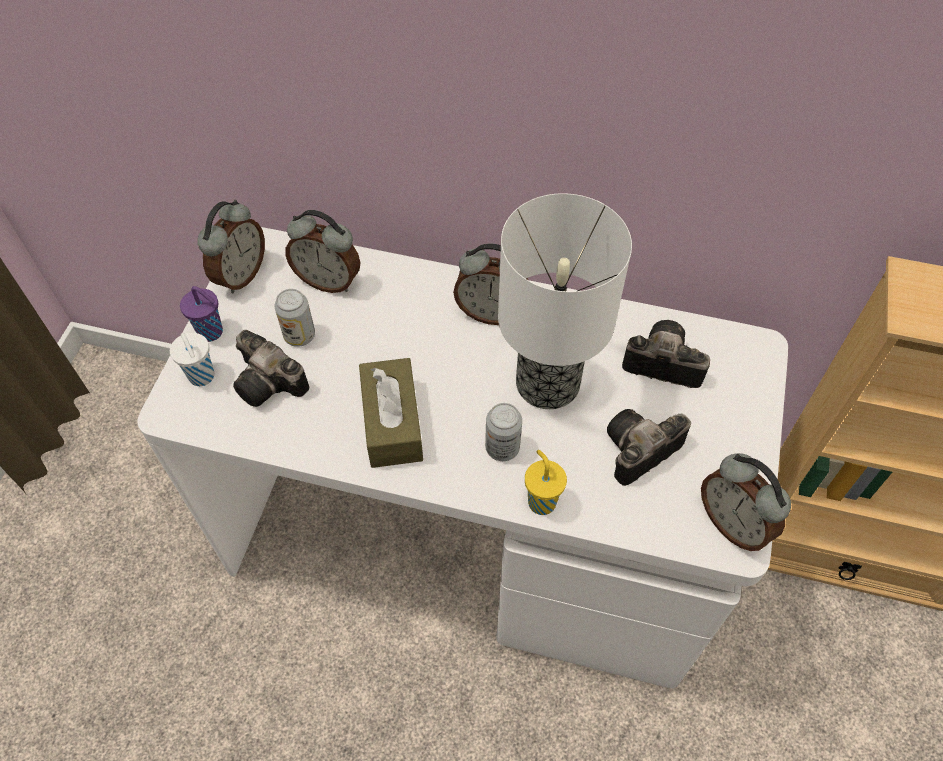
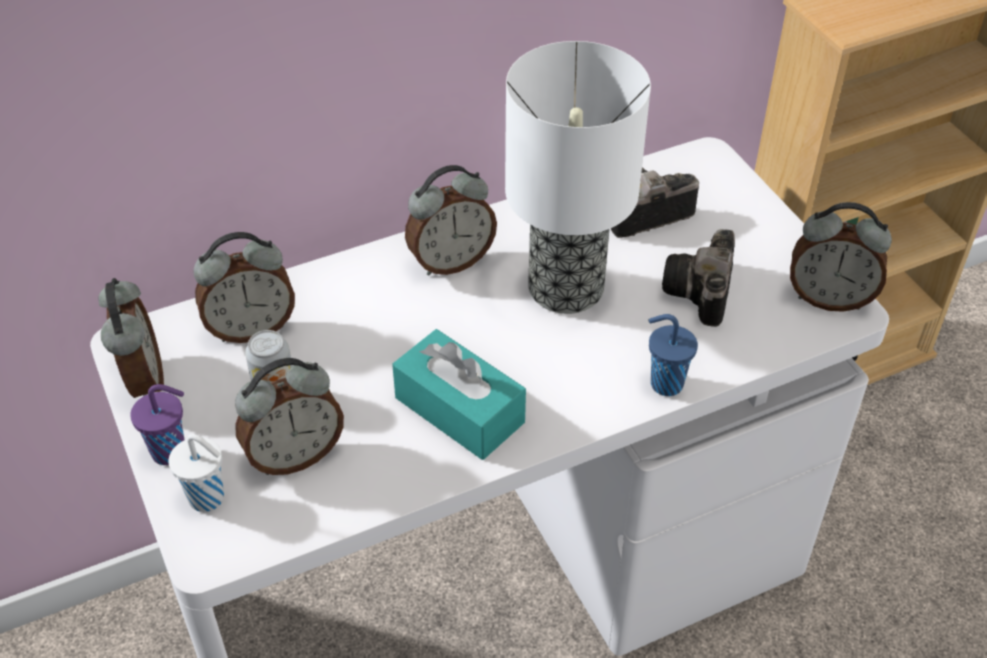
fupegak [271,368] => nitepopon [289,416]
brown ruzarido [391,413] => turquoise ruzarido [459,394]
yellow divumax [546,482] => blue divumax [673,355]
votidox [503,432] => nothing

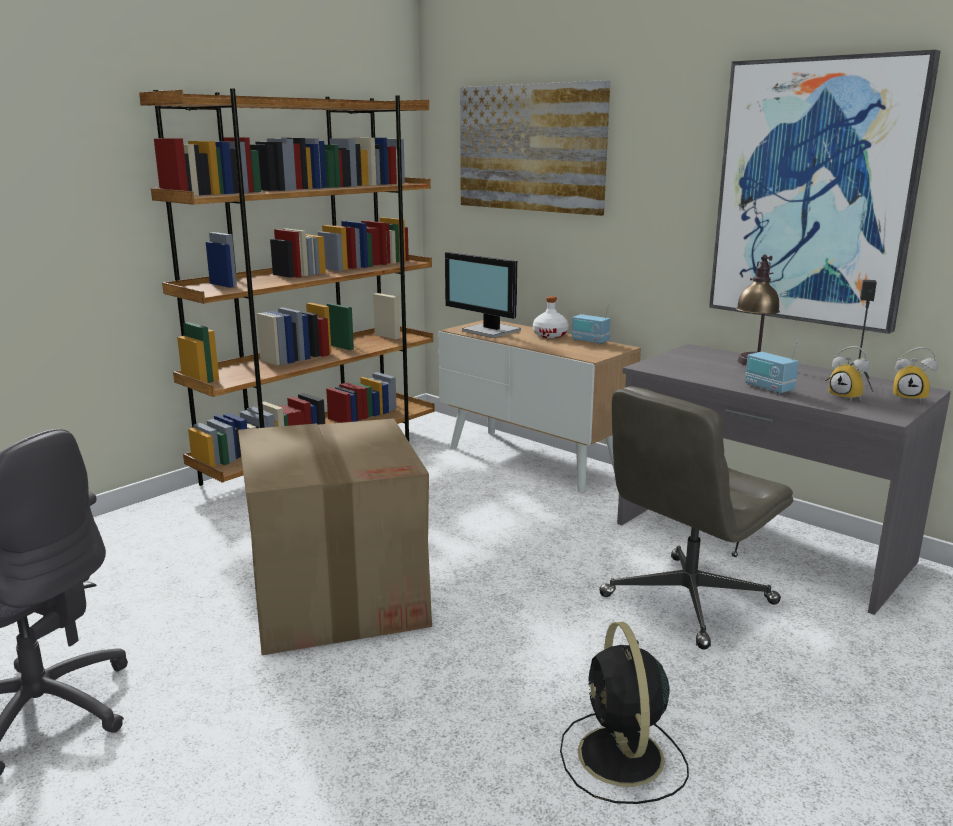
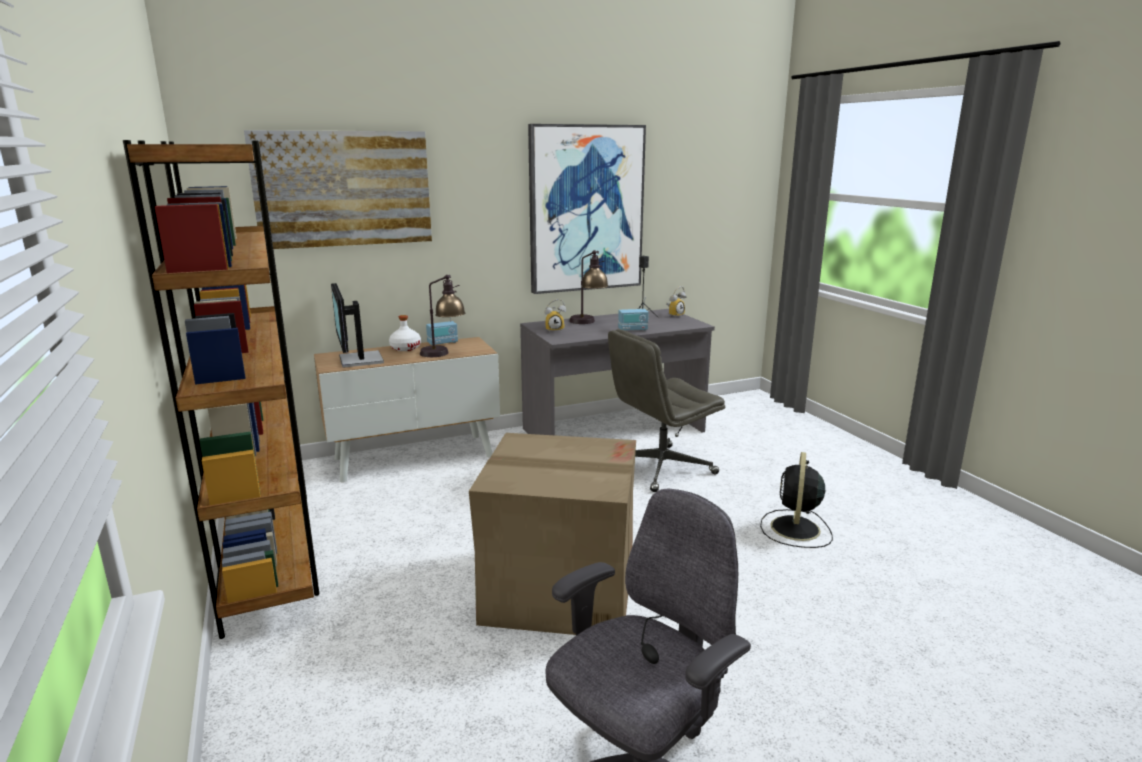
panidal [483,295] => panidal [357,325], 90 degrees clockwise
nothing => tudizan [442,316]
nitepopon [849,374] => nitepopon [555,315], relocated
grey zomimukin [696,518] => grey zomimukin [666,410], 75 degrees clockwise
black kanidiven [624,713] => black kanidiven [796,500], 90 degrees clockwise

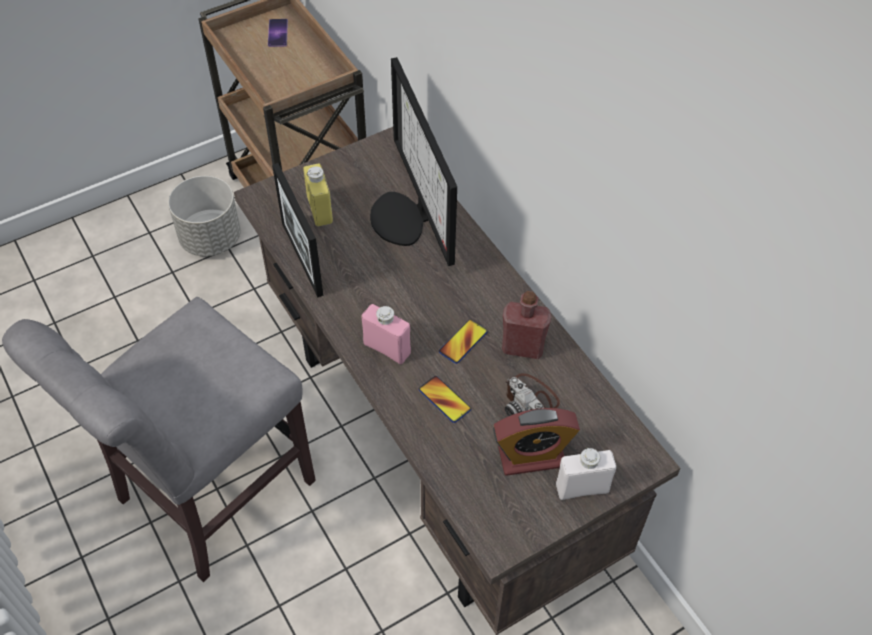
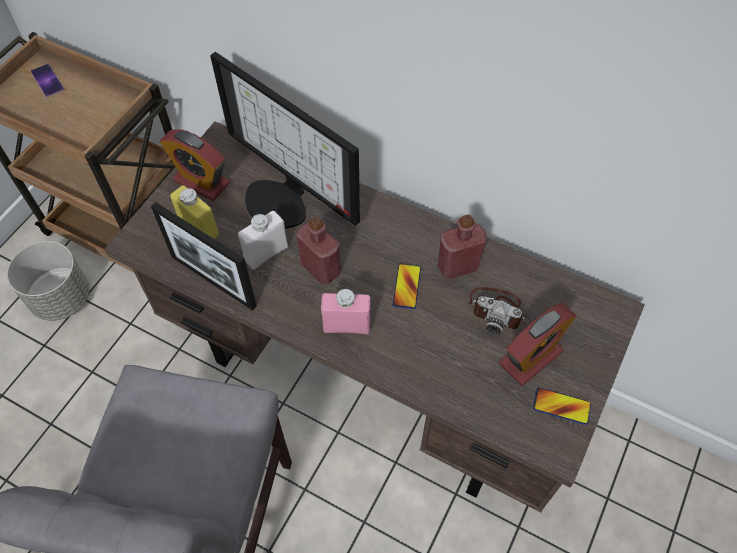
nothing => nitepopon [195,165]
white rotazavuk [586,473] => white rotazavuk [263,240], relocated
nothing => red rotazavuk [319,251]
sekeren [445,399] => sekeren [562,406], relocated

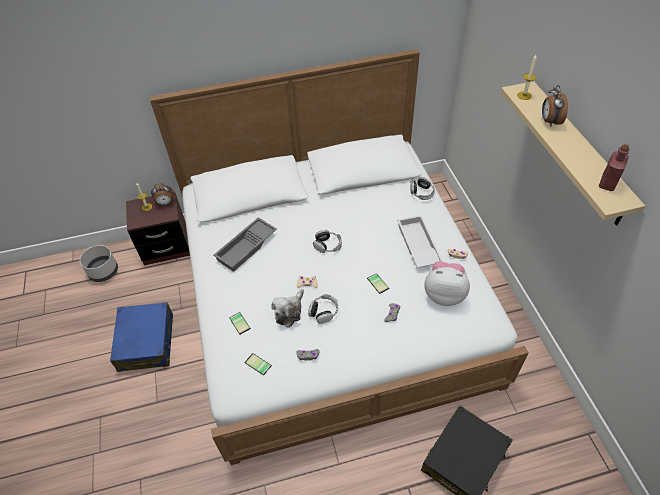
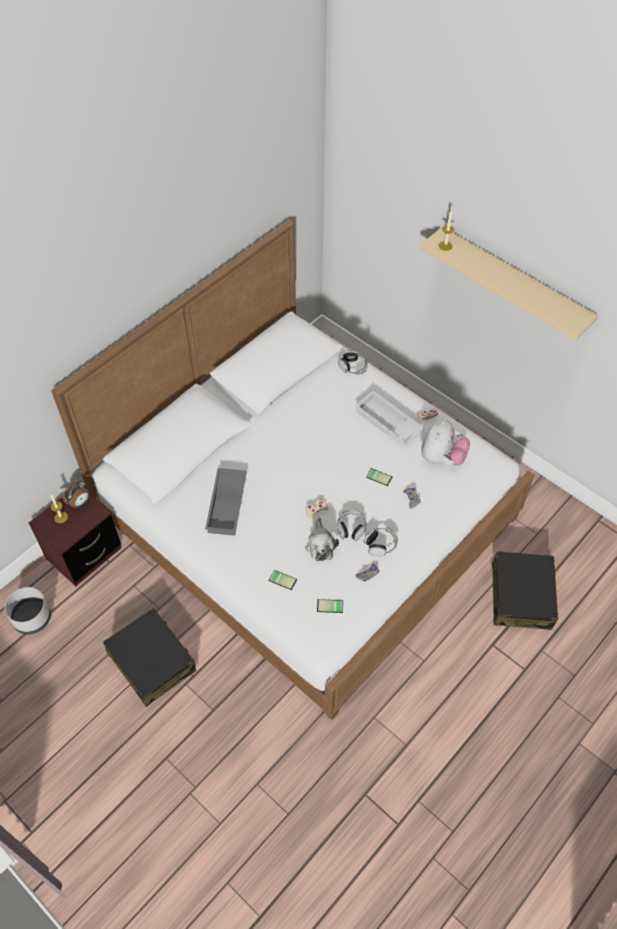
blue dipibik [141,337] => black dipibik [149,657]
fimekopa [327,241] => fimekopa [381,541], relocated
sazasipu [447,283] => sazasipu [445,442], 135 degrees clockwise
nitepopon [555,106] => nothing
red rotazavuk [614,167] => nothing

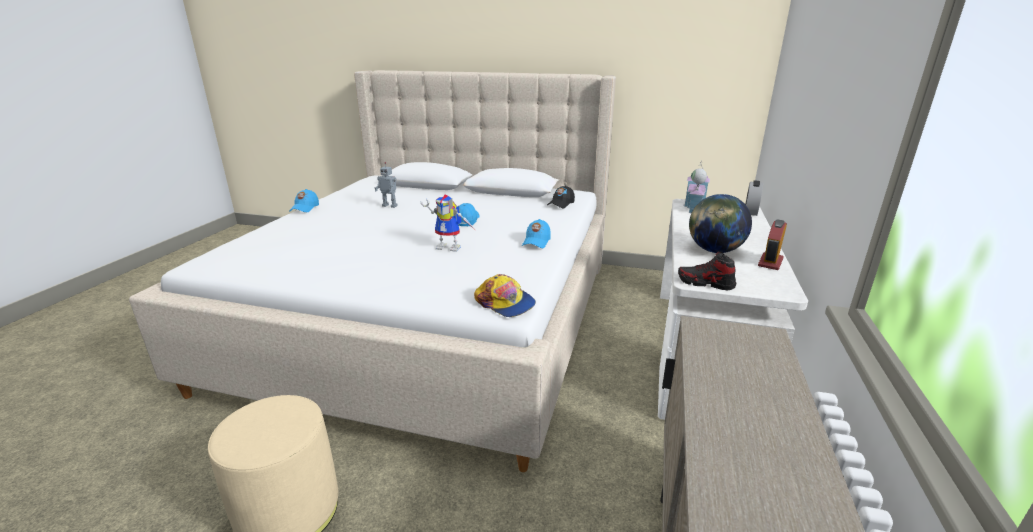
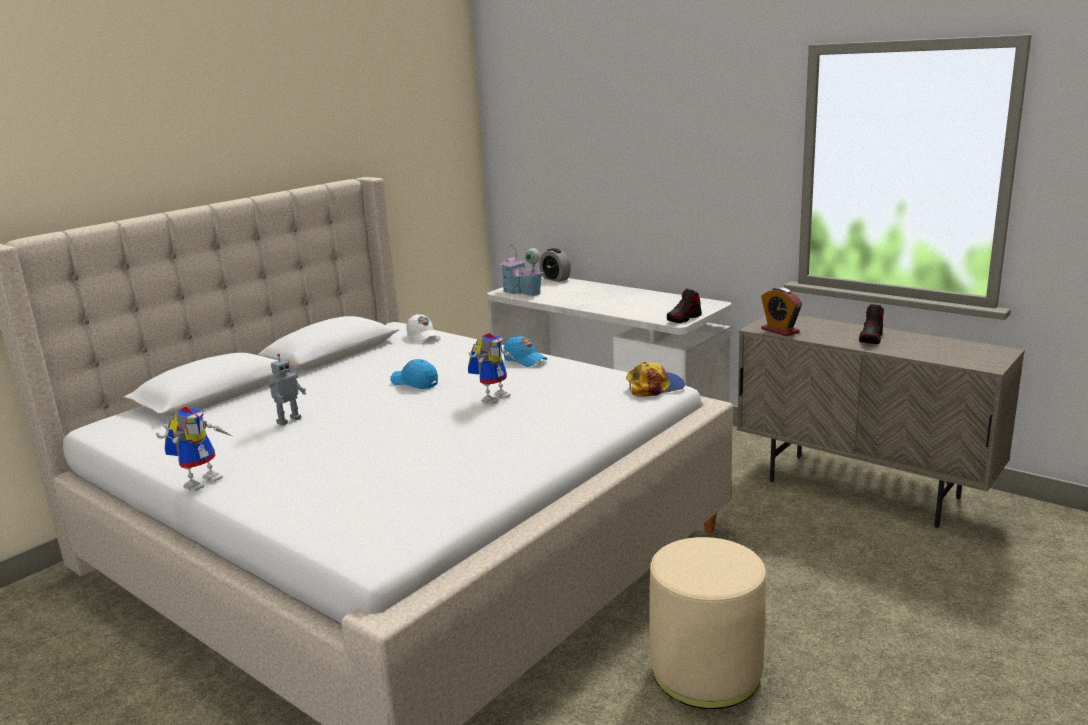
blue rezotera [304,200] => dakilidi [194,449]
black rezotera [561,197] => white rezotera [423,328]
nitepopon [772,244] => nitepopon [781,312], relocated
nothing => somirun [871,324]
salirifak [720,223] => nothing

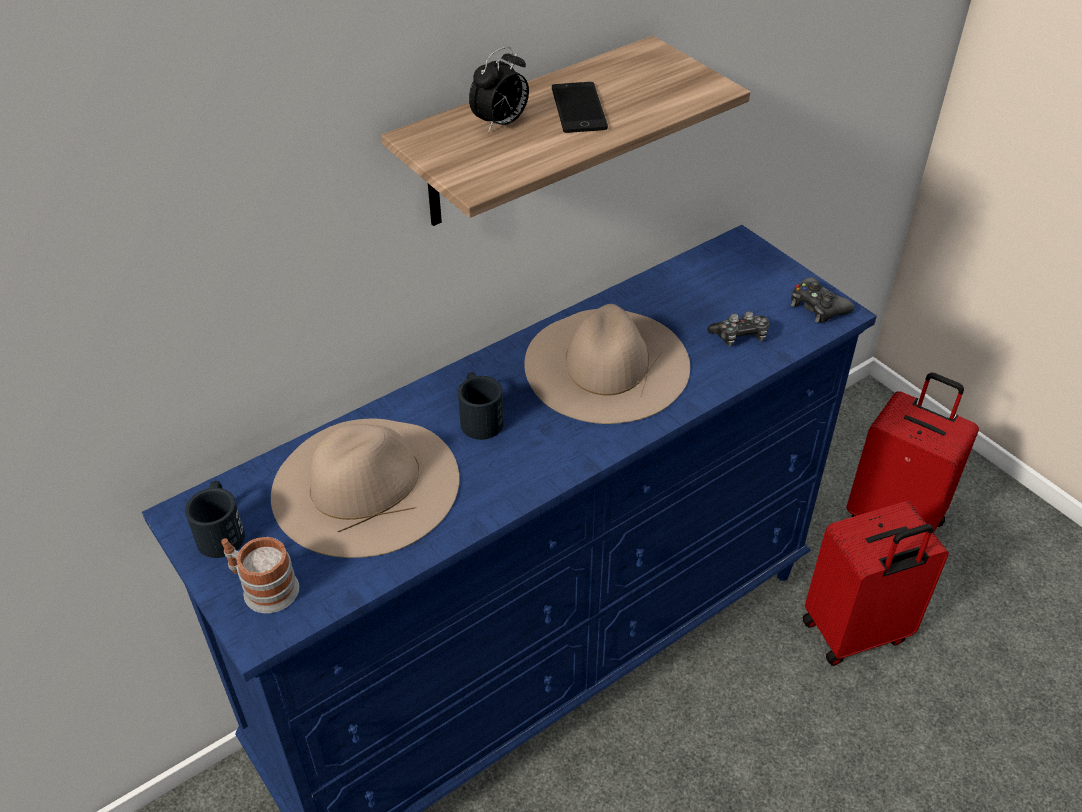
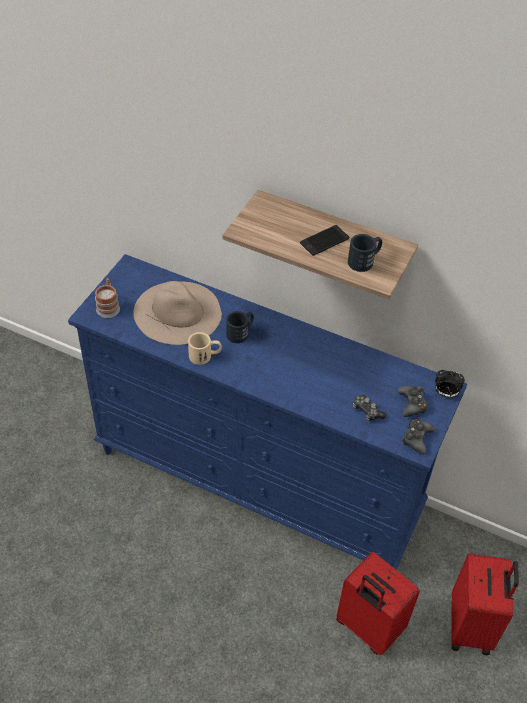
nothing => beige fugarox [205,348]
black fugarox [215,519] => black fugarox [365,253], relocated
nothing => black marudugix [412,401]
nitepopon [499,89] => nitepopon [450,384], relocated
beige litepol [607,364] => nothing

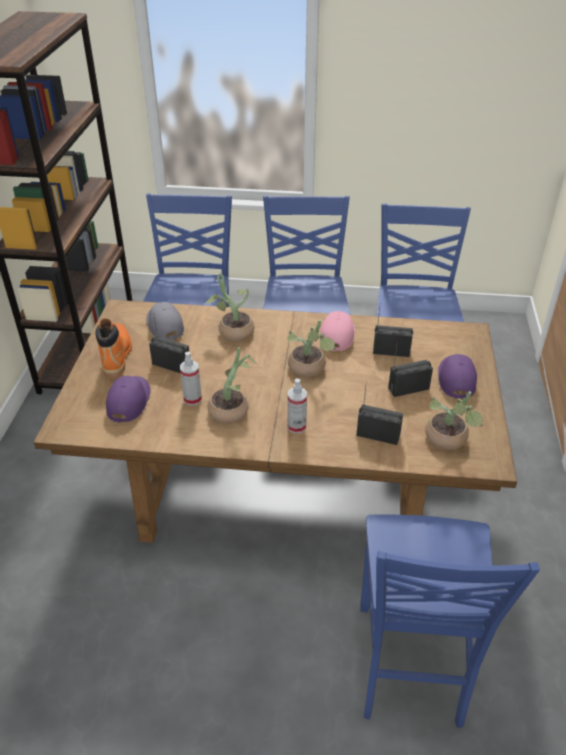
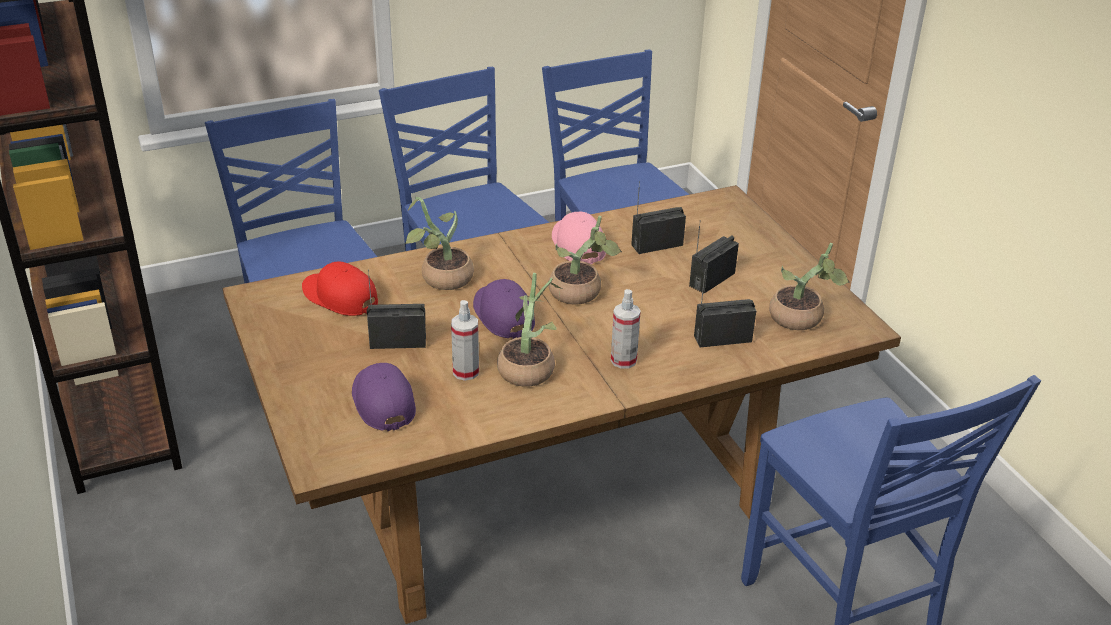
grey rezotera [165,321] => red rezotera [340,289]
purple rezotera [457,376] => purple rezotera [504,309], relocated
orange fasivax [114,348] => nothing

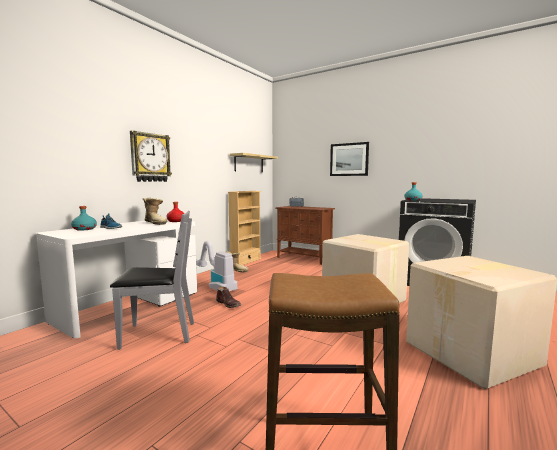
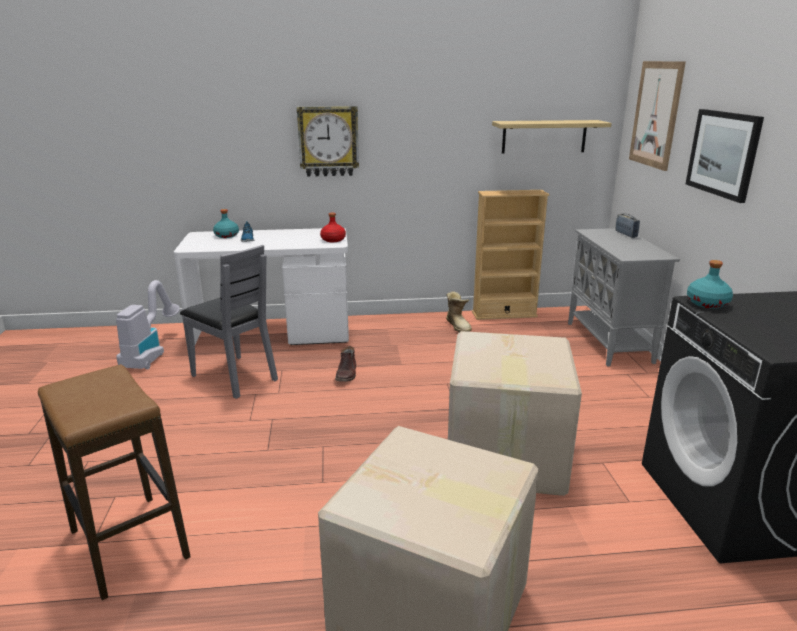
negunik [216,266] => negunik [148,324], relocated
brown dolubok [305,235] => grey dolubok [624,297]
nothing => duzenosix [657,116]
fasivax [155,211] => nothing

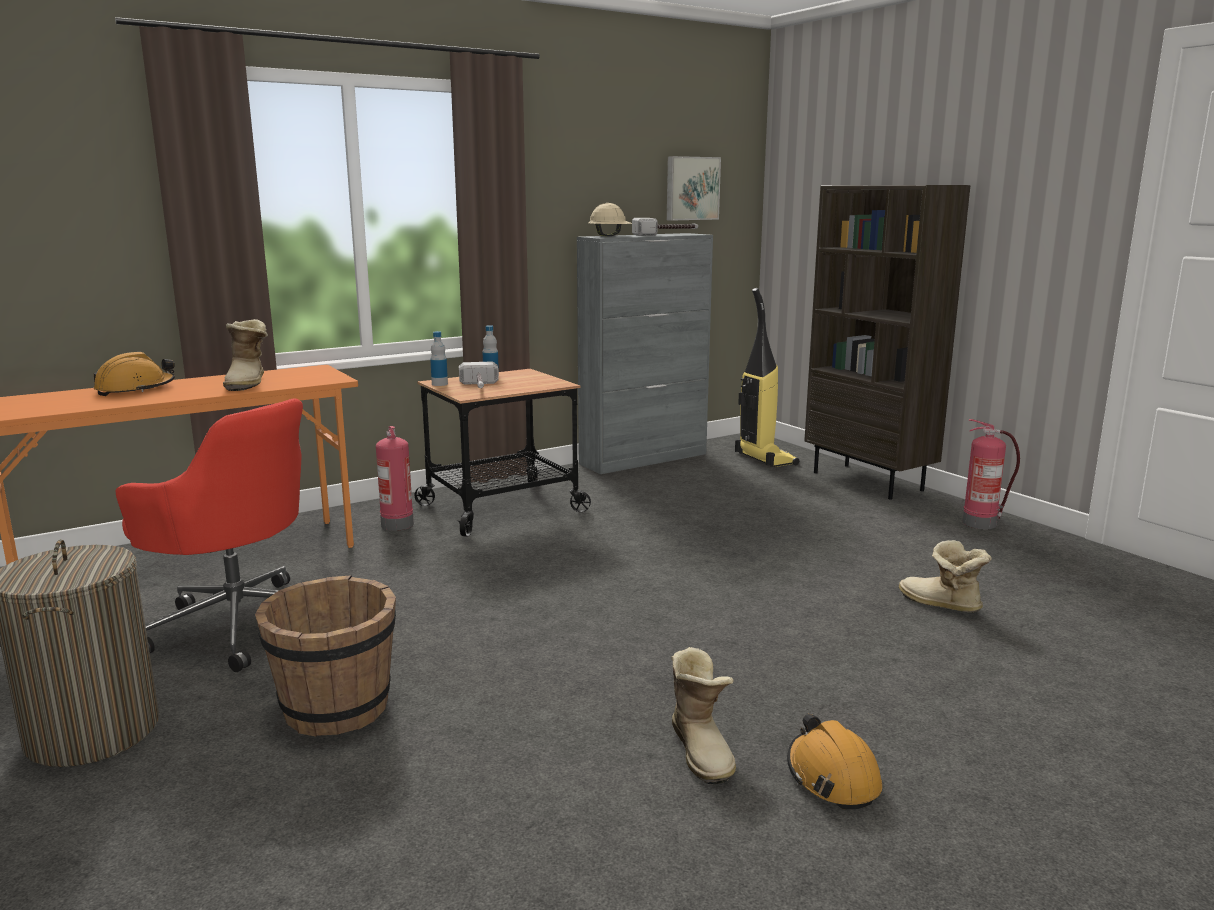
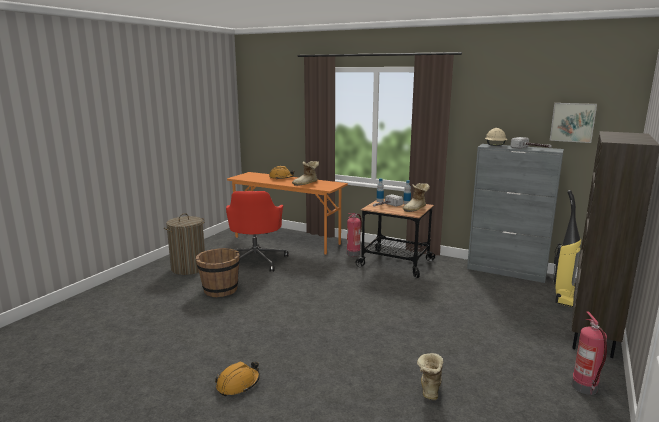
fasivax [703,715] => fasivax [416,197], relocated

